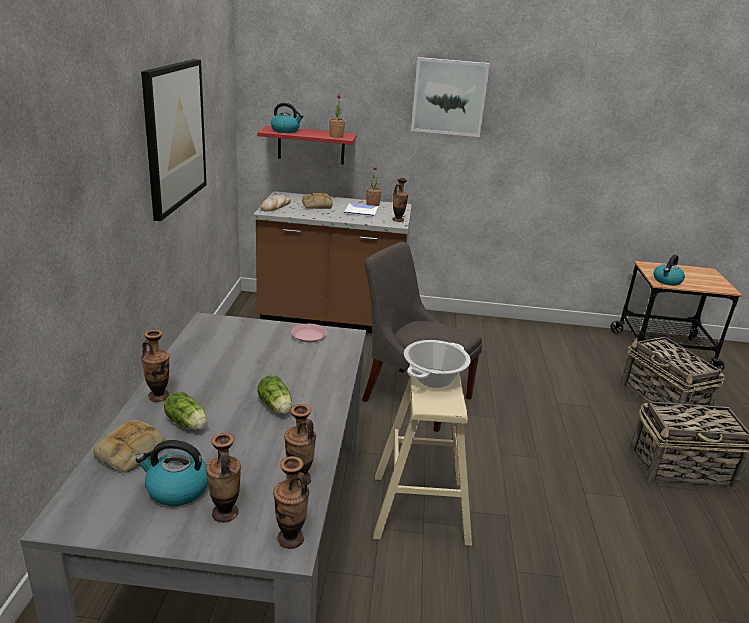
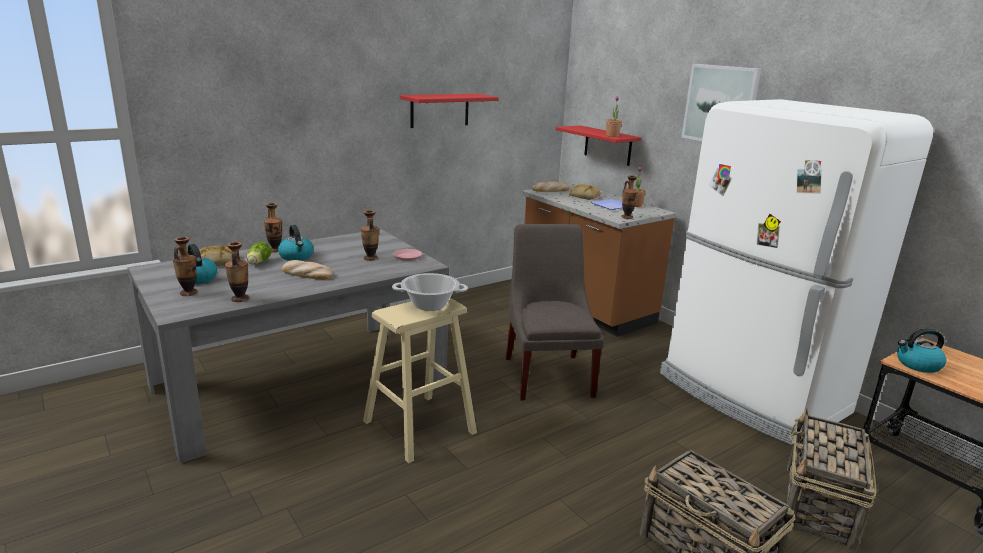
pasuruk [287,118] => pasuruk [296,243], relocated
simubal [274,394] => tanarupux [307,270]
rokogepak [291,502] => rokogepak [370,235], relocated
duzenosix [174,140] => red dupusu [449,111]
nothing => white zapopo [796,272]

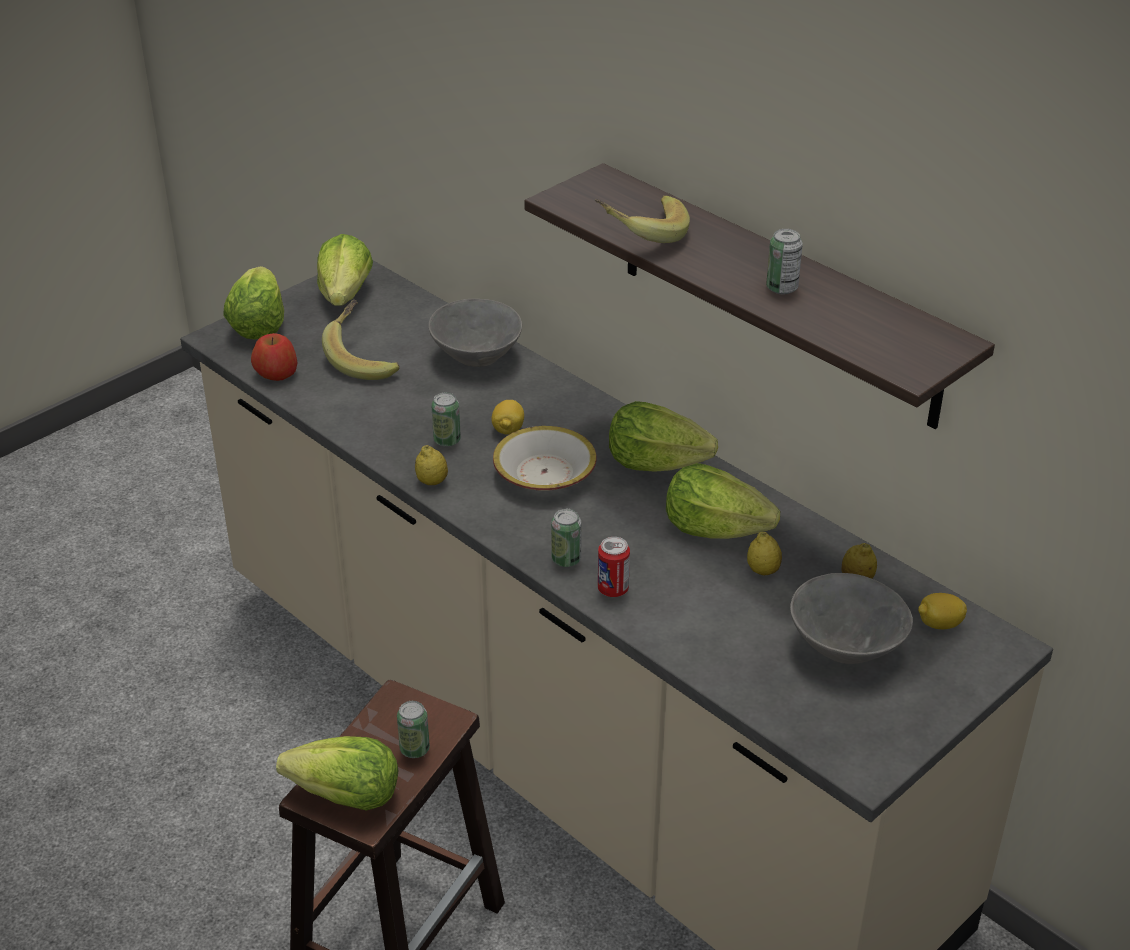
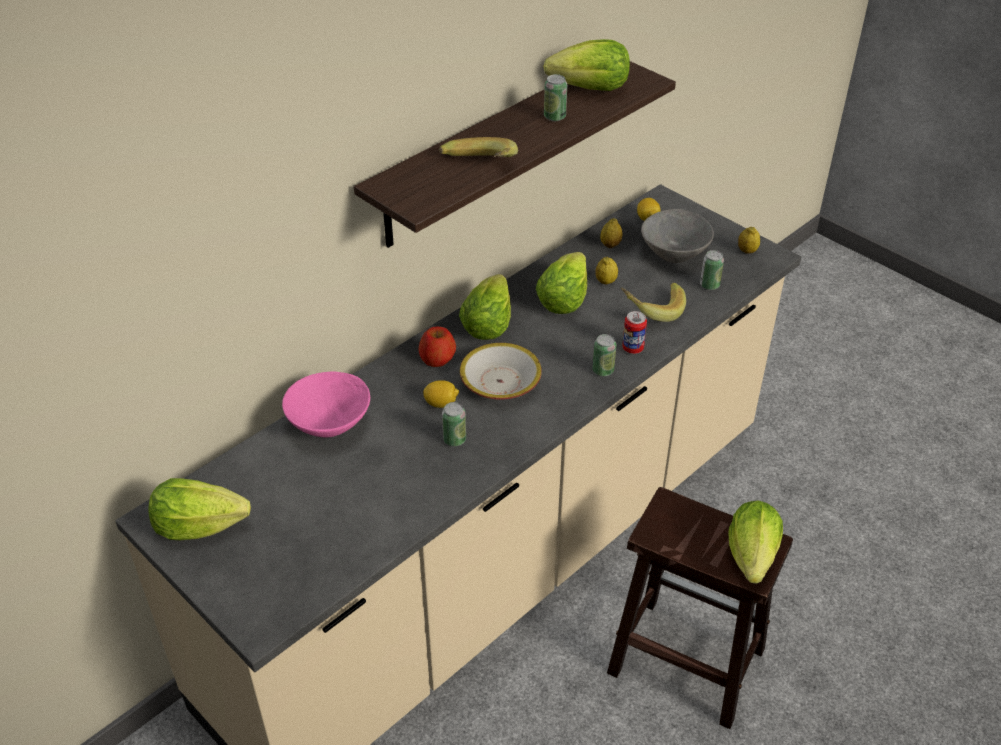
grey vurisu [475,333] => pink vurisu [326,405]
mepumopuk [274,357] => mepumopuk [437,346], relocated
simubal [253,302] => simubal [586,65], relocated
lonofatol [361,339] => lonofatol [653,302], relocated
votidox [413,729] => votidox [712,270], relocated
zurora [431,465] => zurora [749,240], relocated

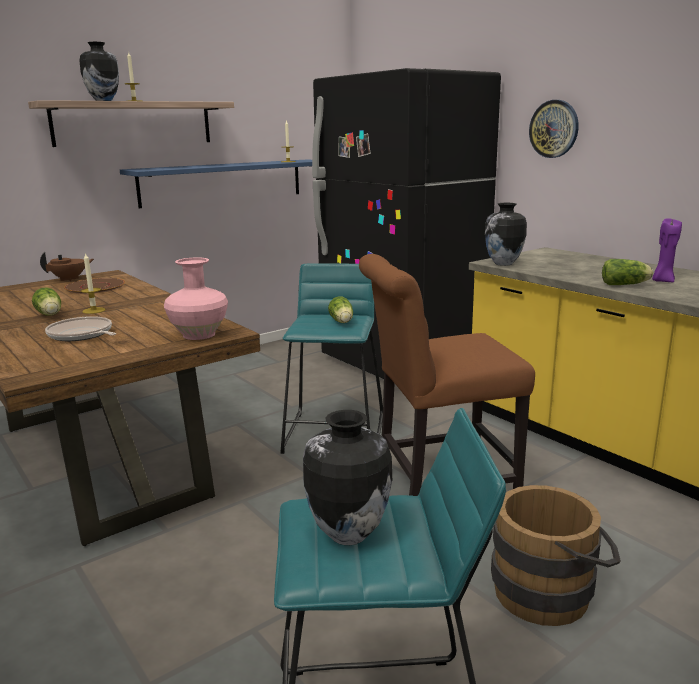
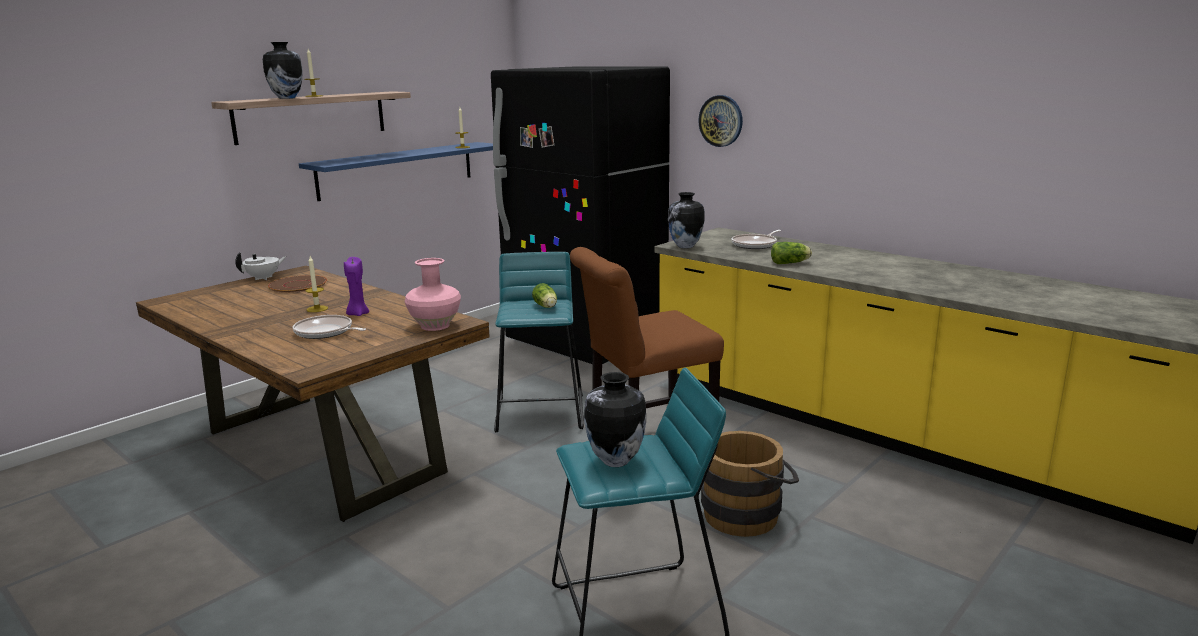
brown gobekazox [67,266] => white gobekazox [261,266]
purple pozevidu [667,250] => purple pozevidu [356,286], relocated
nothing => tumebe [756,239]
simubal [46,301] => nothing

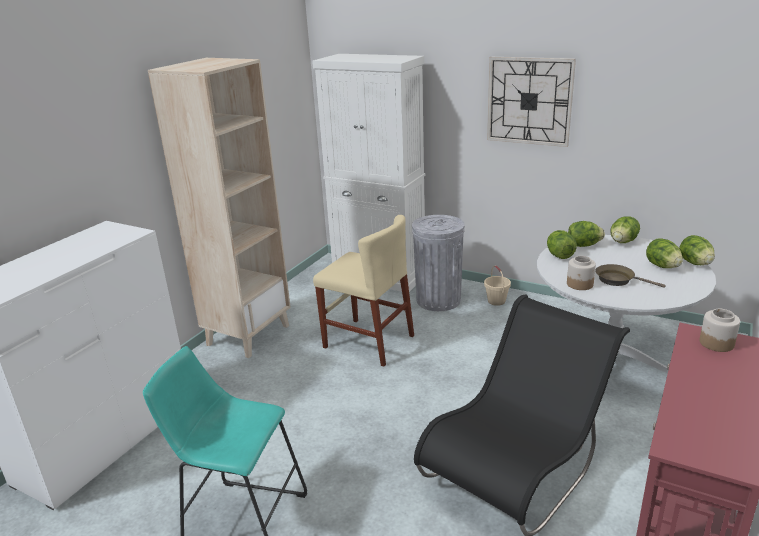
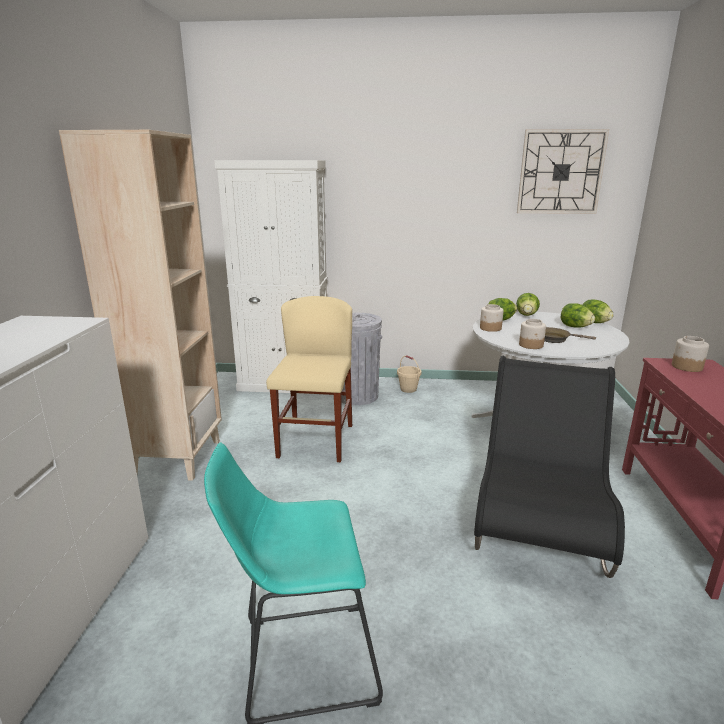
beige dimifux [363,290] => beige dimifux [309,379], 90 degrees counterclockwise
simubal [562,244] => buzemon [491,318]
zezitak [531,102] => zezitak [563,171], relocated

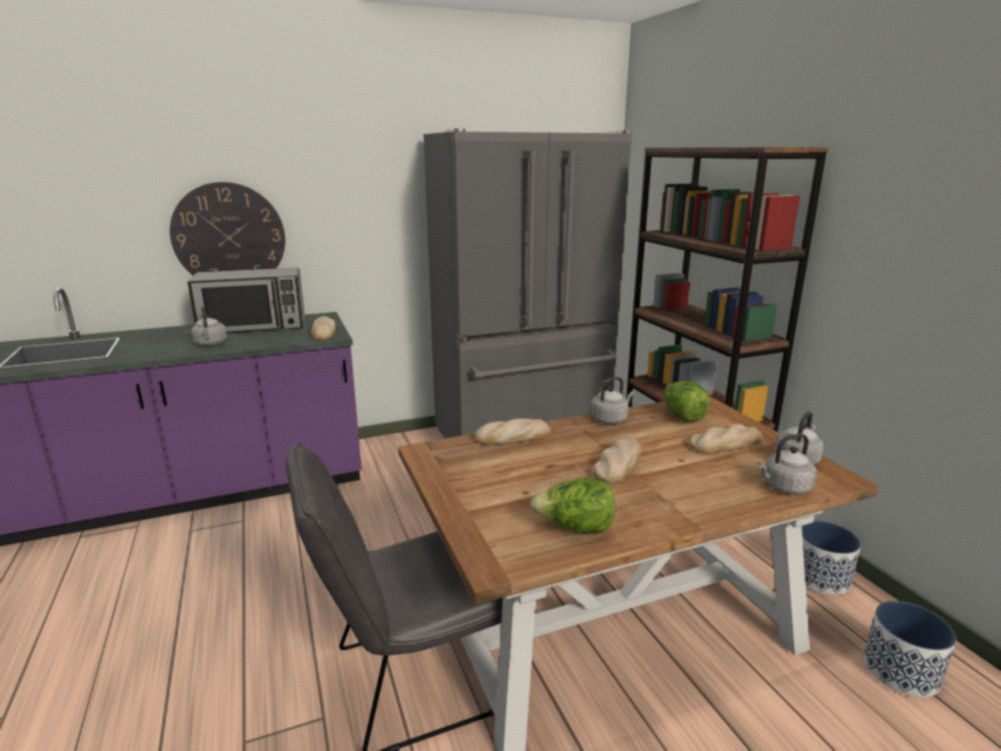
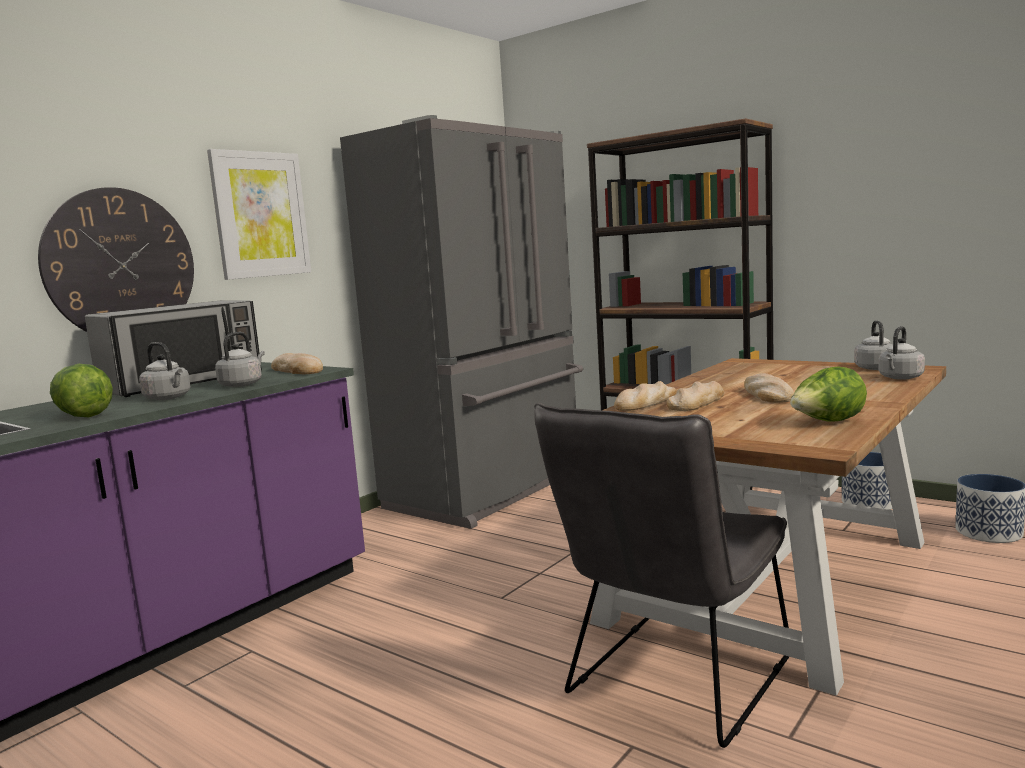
simubal [687,402] => simubal [81,390], relocated
nothing => duzenosix [259,214]
grey pasuruk [612,400] => grey pasuruk [240,359], relocated
tanarupux [726,439] => tanarupux [695,396], relocated

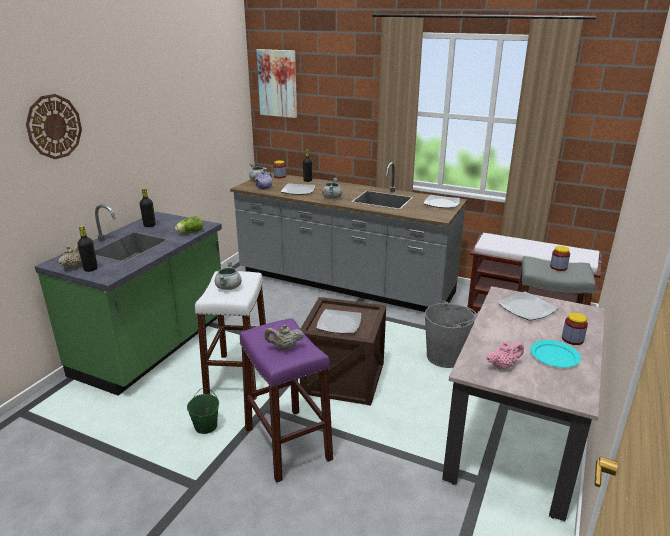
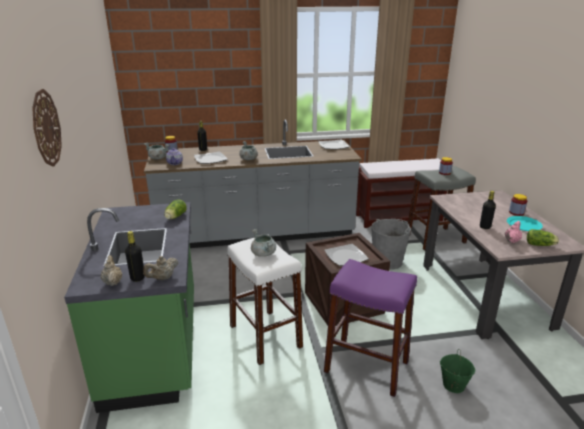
beige gobekazox [284,337] => beige gobekazox [160,268], relocated
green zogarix [203,411] => green zogarix [457,371], relocated
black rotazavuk [148,207] => black rotazavuk [488,210], relocated
nothing => simubal [543,237]
duzenosix [277,83] => nothing
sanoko [527,306] => nothing

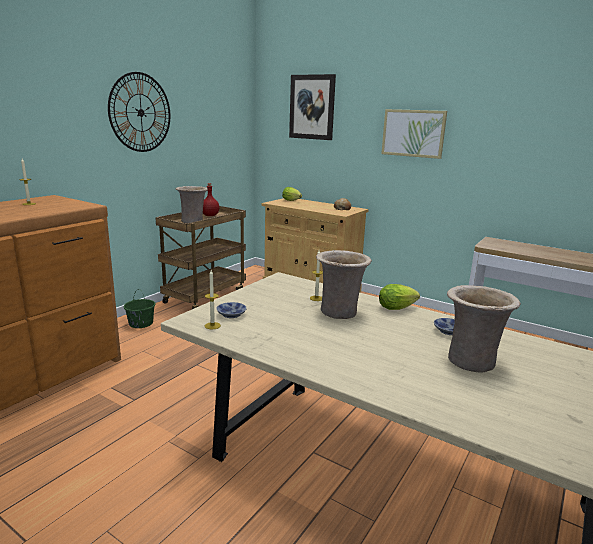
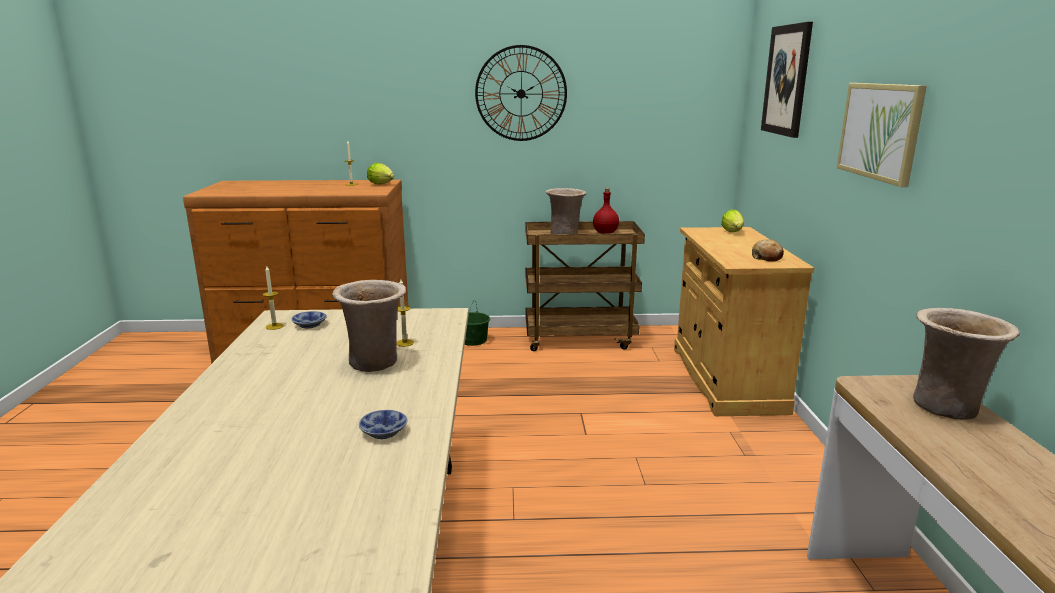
simubal [399,297] => simubal [380,174], relocated
beige rokogepak [484,329] => beige rokogepak [966,364], relocated

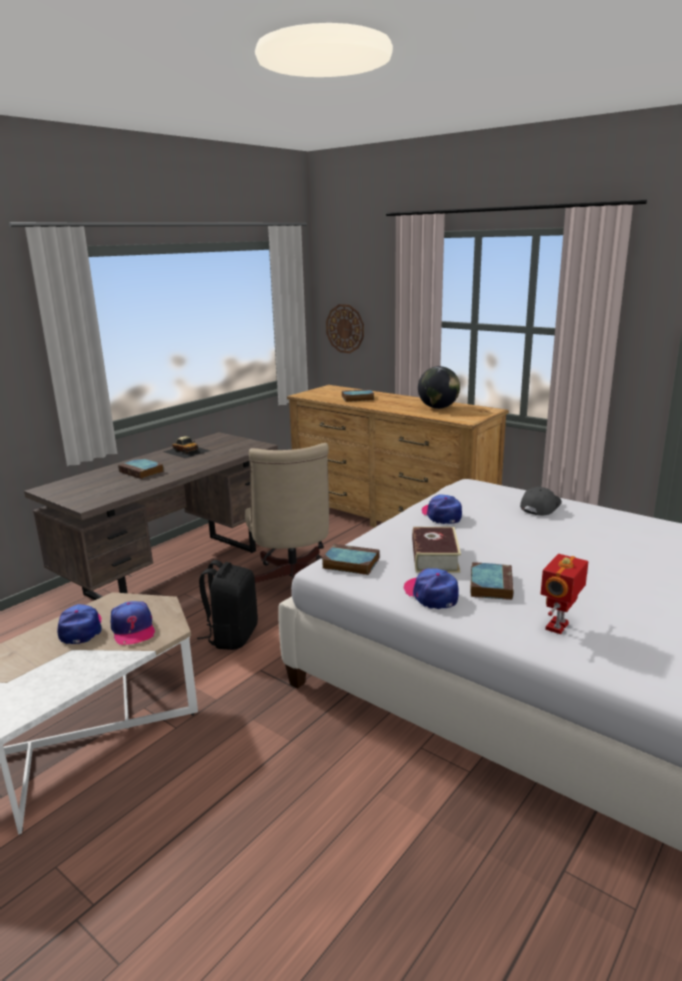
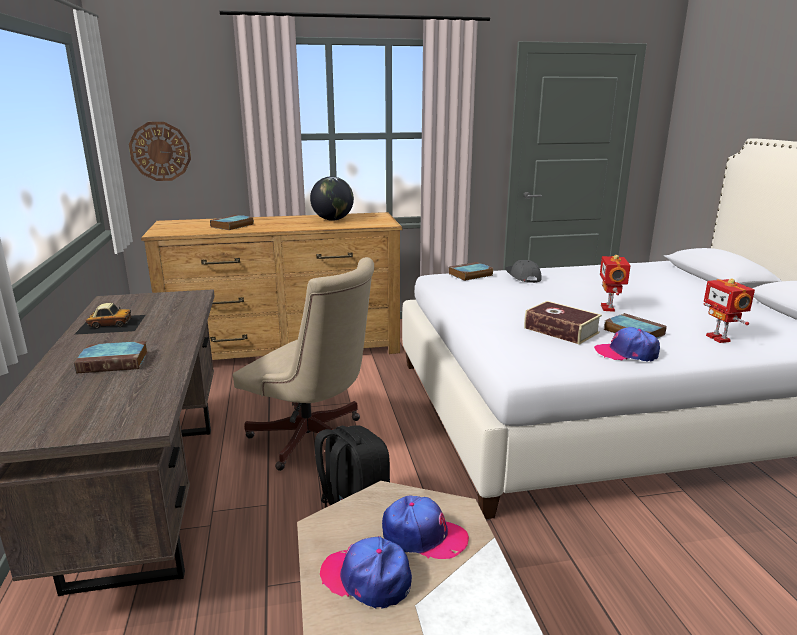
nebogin [350,559] => nebogin [470,271], relocated
nothing => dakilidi [615,283]
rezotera [441,509] => nothing

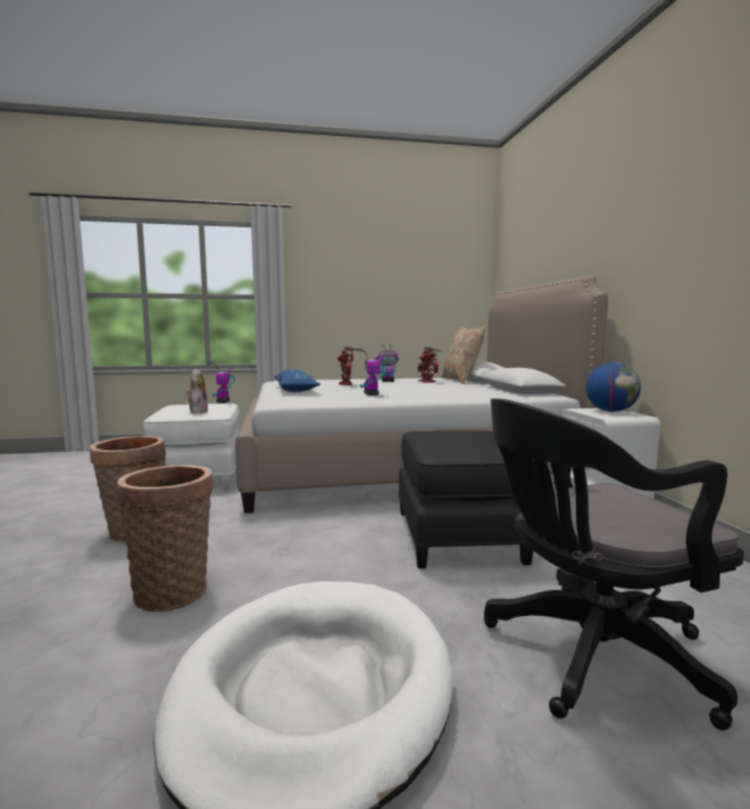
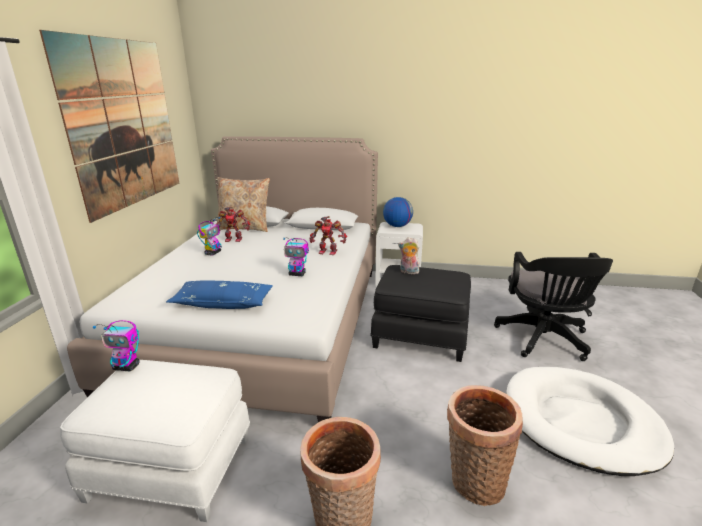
nothing => duzenosix [109,126]
dakilidi [350,365] => dakilidi [328,235], relocated
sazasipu [197,391] => sazasipu [408,255], relocated

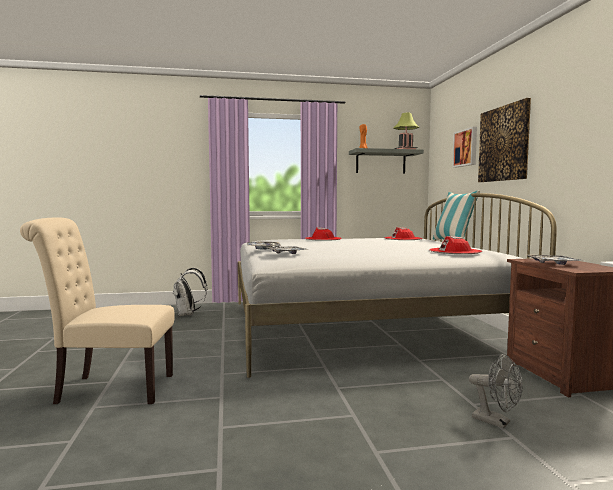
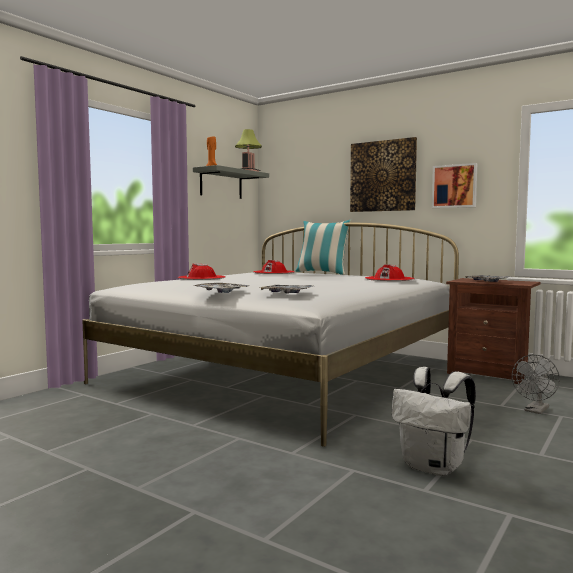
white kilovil [190,292] => white kilovil [434,421], relocated
duzenosix [464,147] => duzenosix [454,185], relocated
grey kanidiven [496,391] => grey kanidiven [536,384], 135 degrees clockwise
beige dimifux [97,310] => nothing

